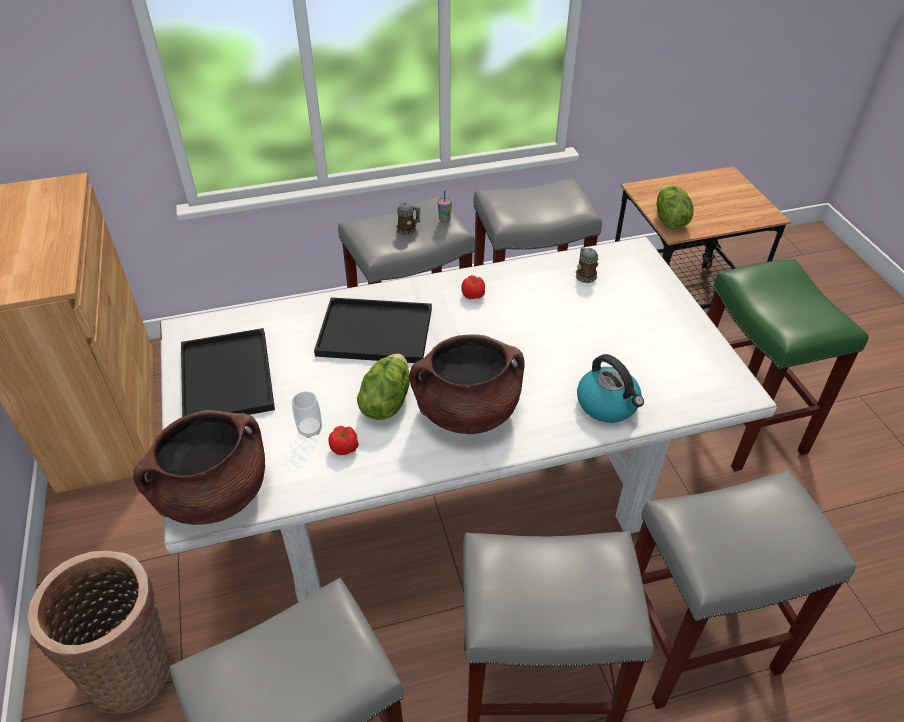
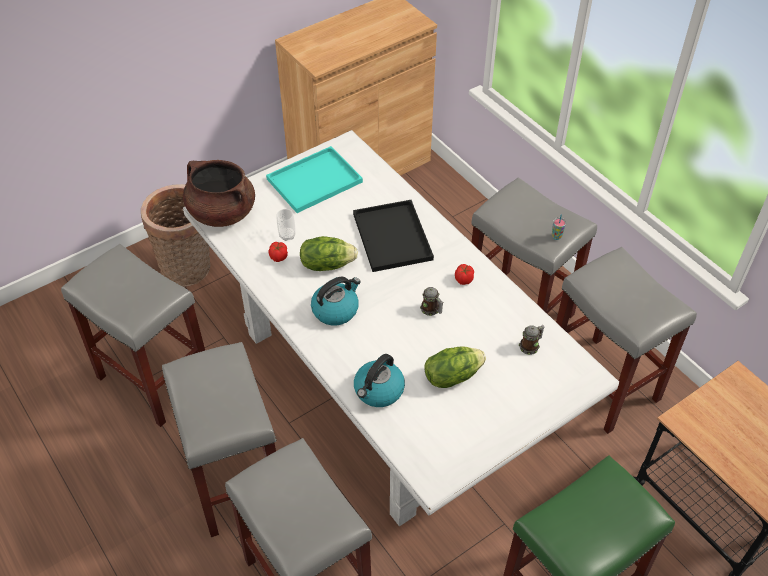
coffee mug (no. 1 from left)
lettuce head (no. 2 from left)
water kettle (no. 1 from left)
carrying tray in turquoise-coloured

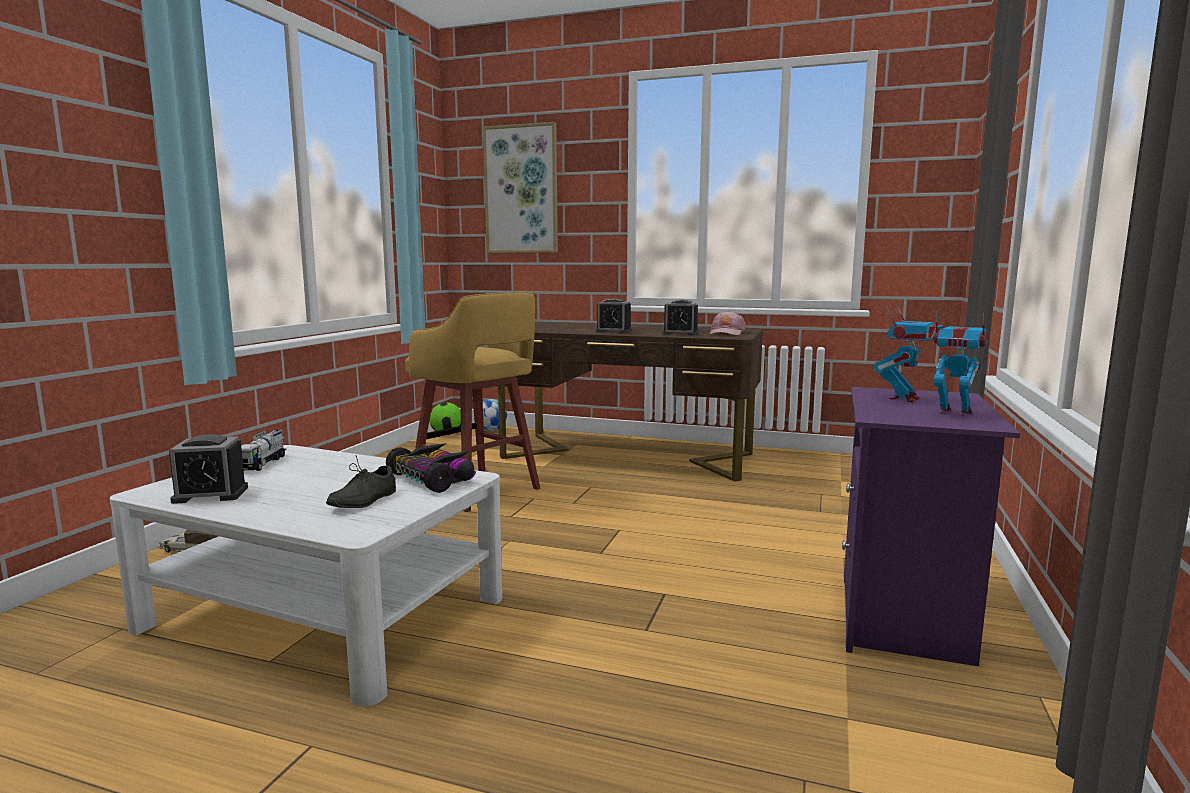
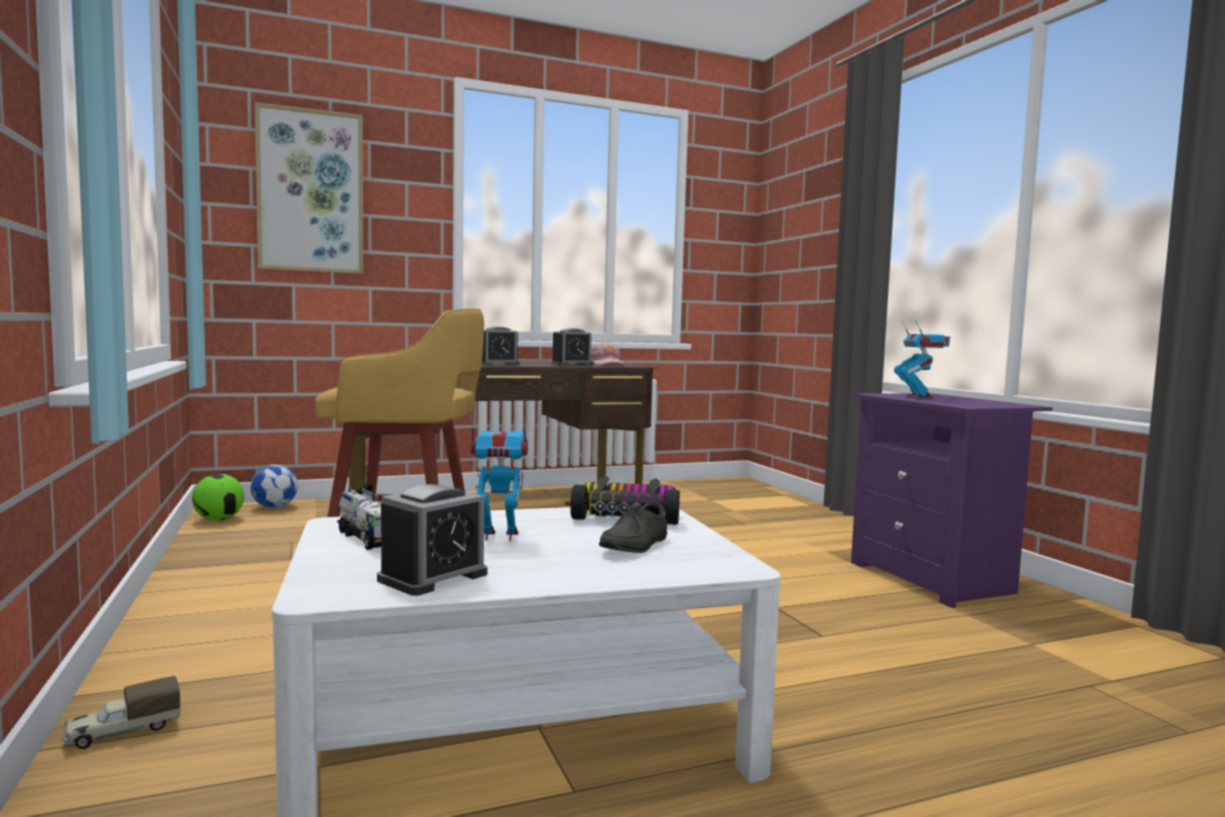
robot figure (no. 1 from left)
item of footwear in gray

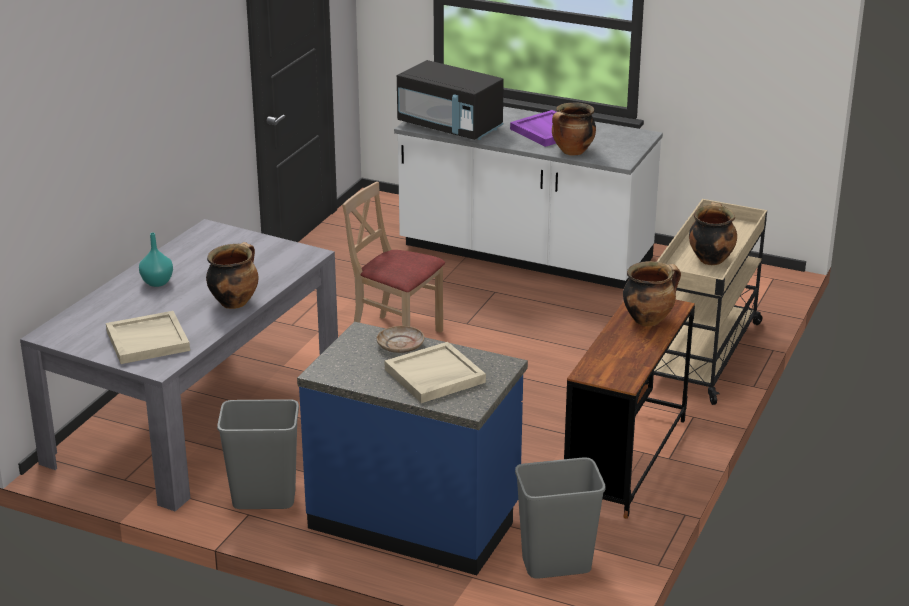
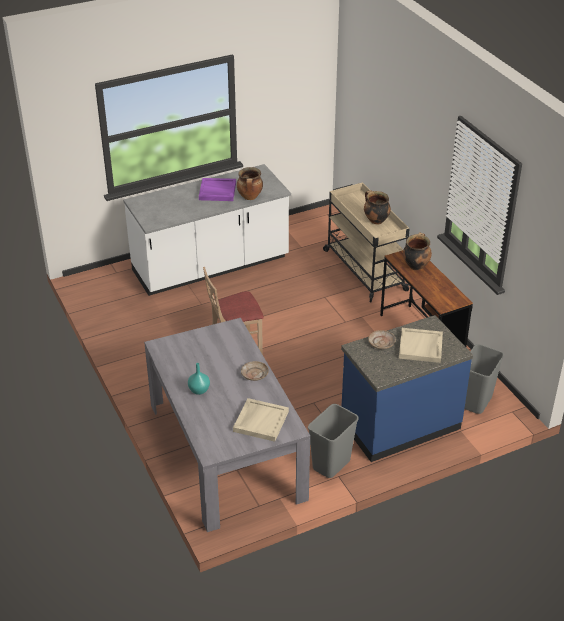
kitchen microwave in black-coloured
flat dish in sand-coloured (no. 1 from left)

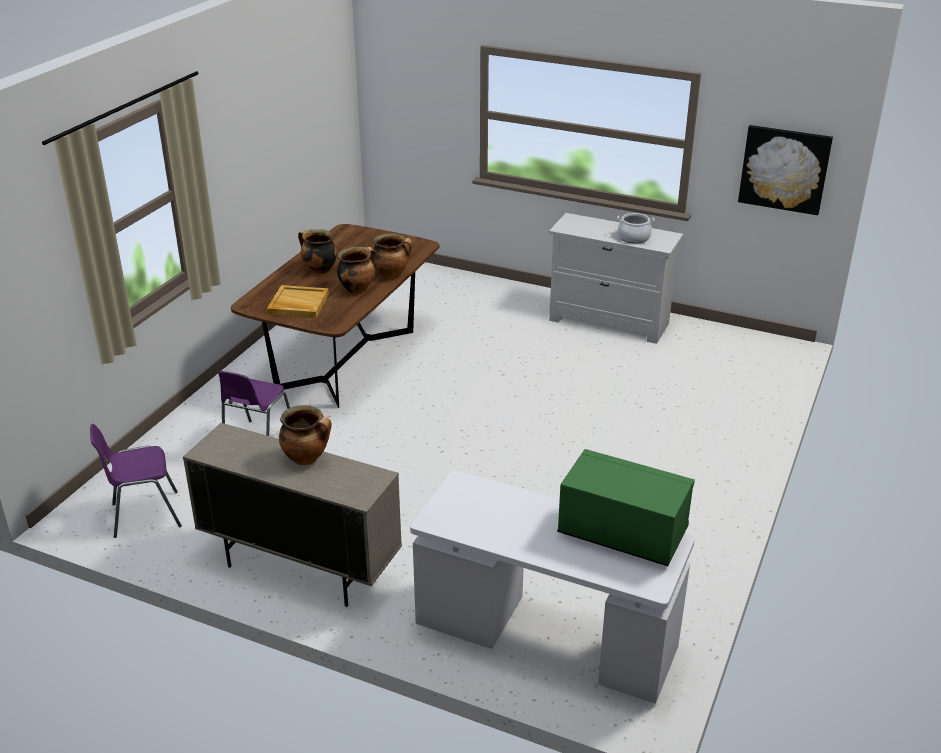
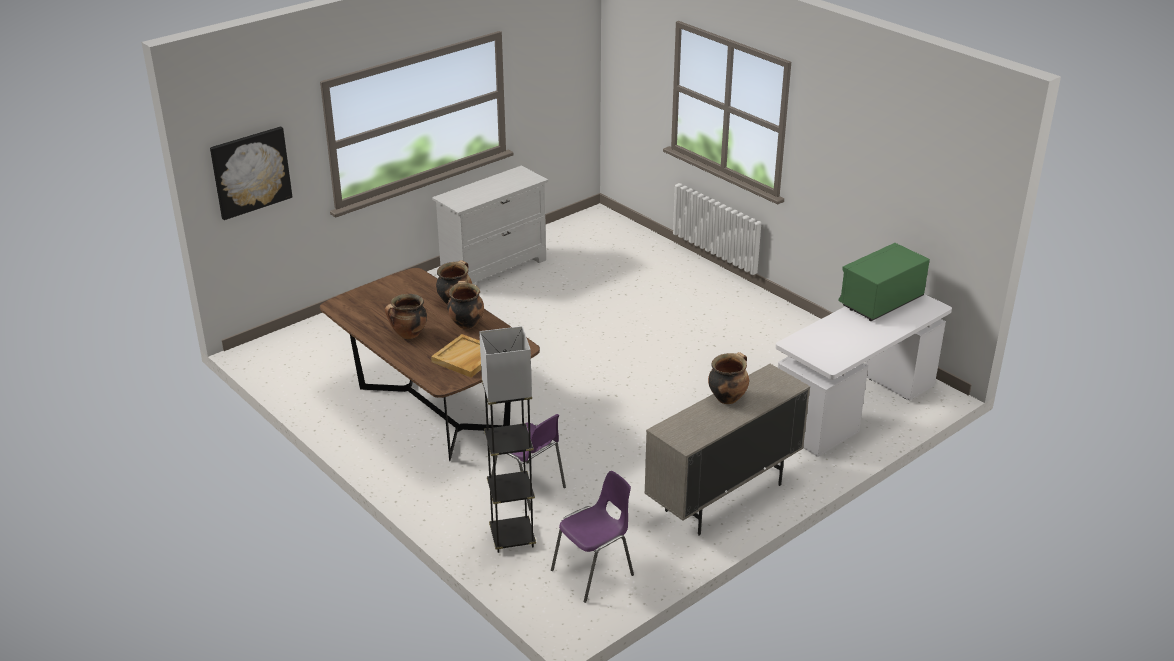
cooking pot (no. 5 from left in the first image)
floor lamp in gray
picture
upright chair in purple-coloured (no. 2 from left)

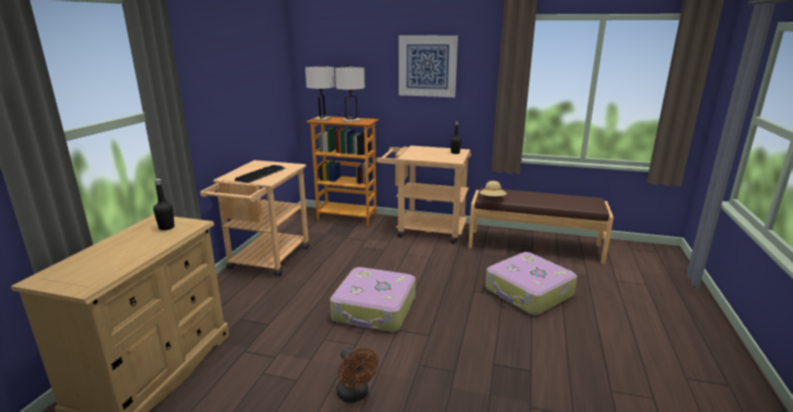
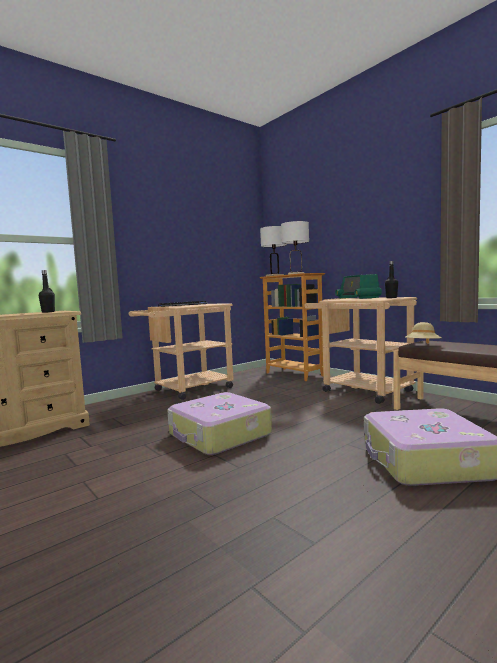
electric fan in brown
picture
radio

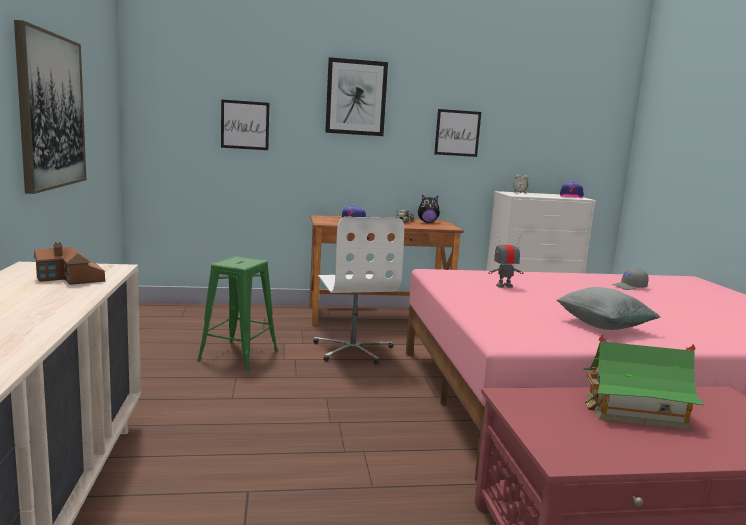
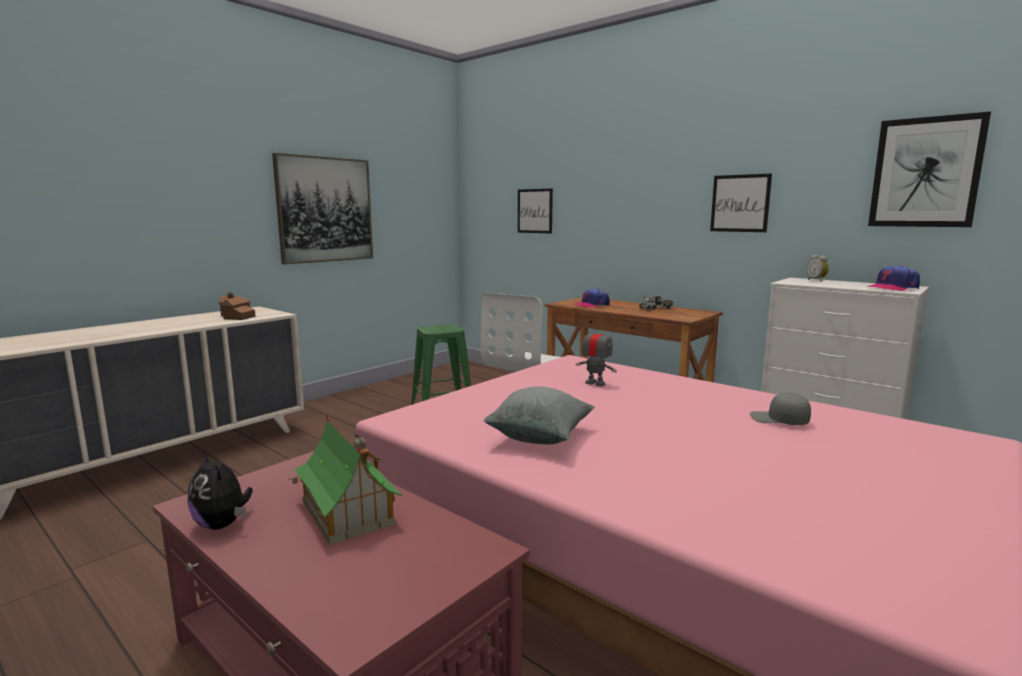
picture (no. 4 from left)
soft toy

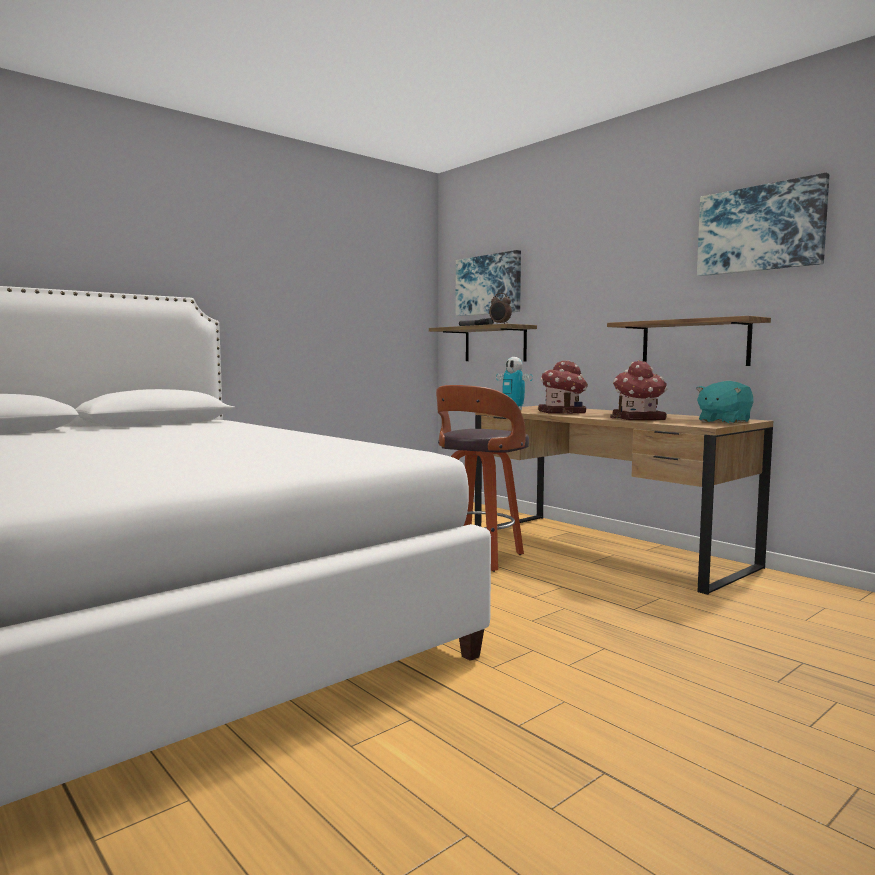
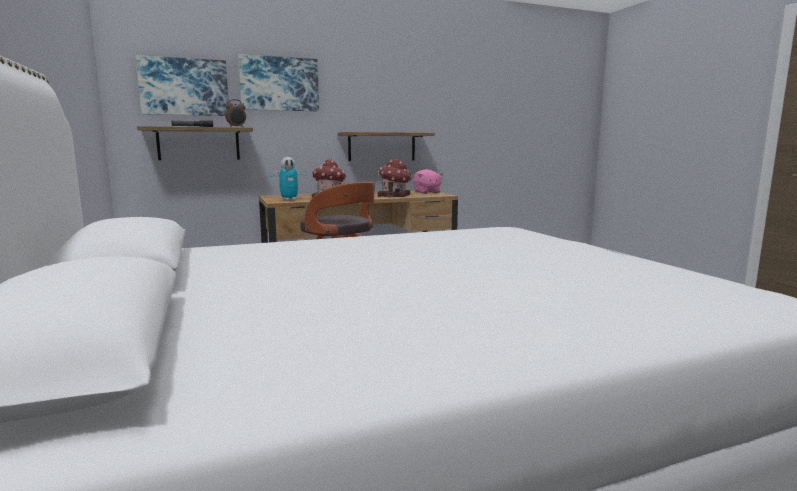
picture (no. 2 from left)
soft toy in pink-coloured

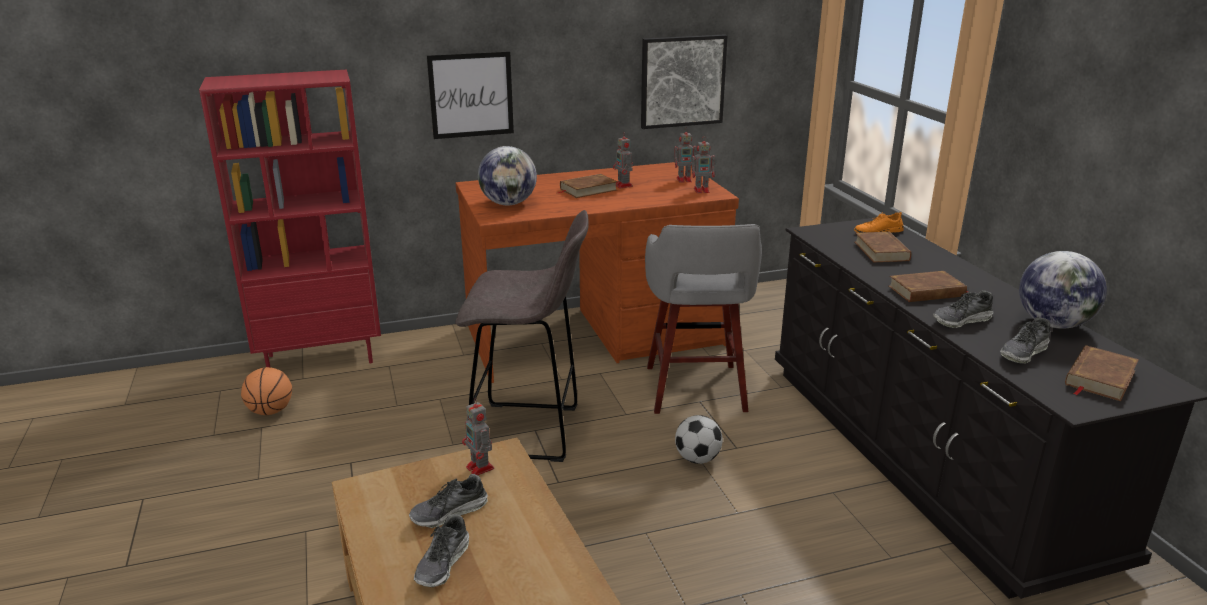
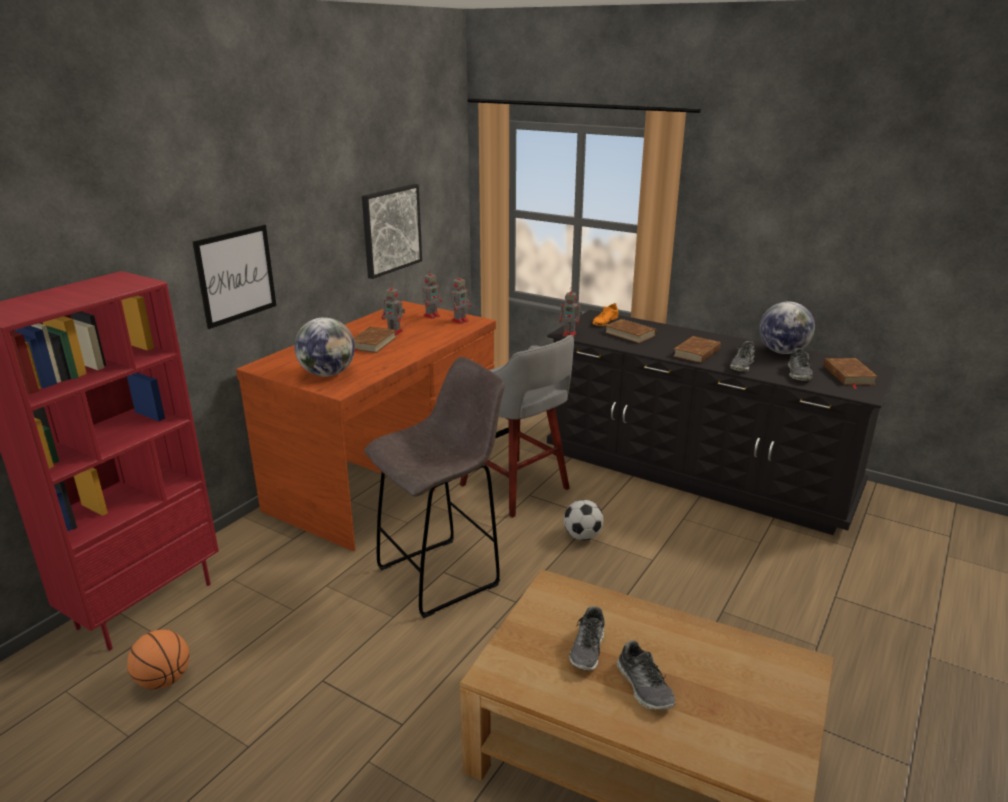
robot figure (no. 4 from left)

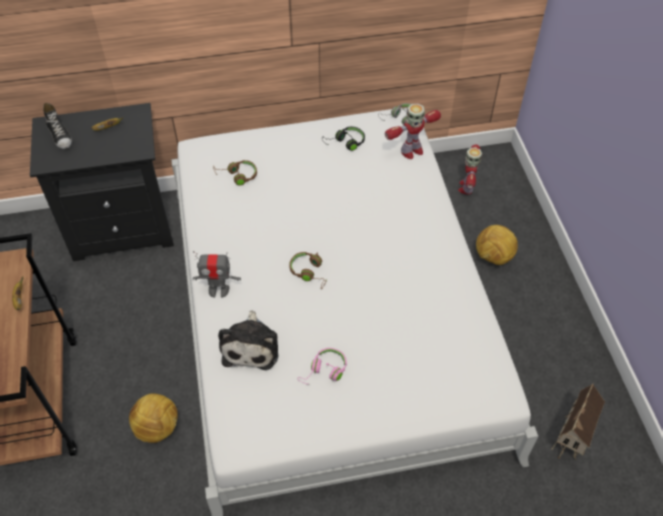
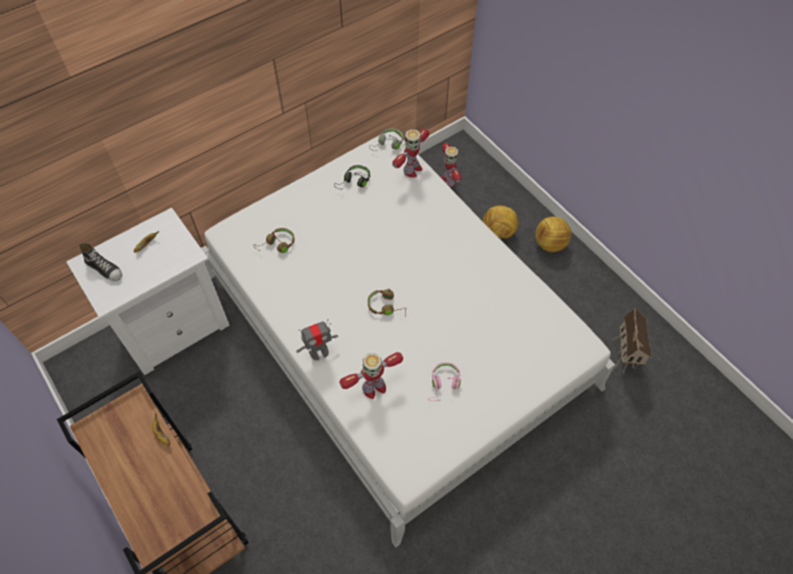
football (no. 2 from left)
robot figure (no. 2 from left)
bedside table in white

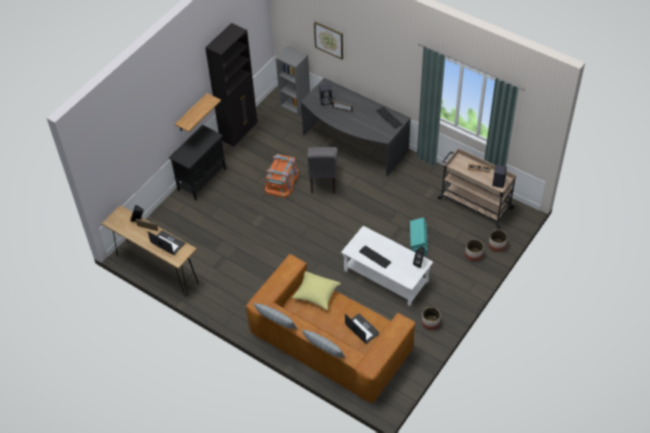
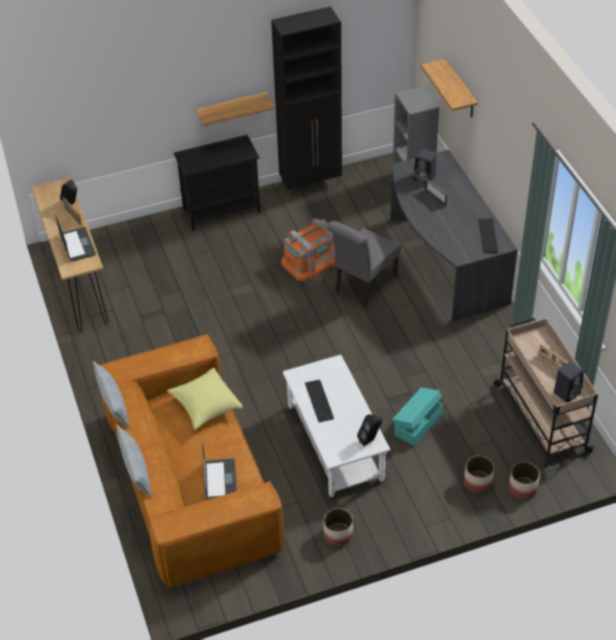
shelf (no. 2 from left)

